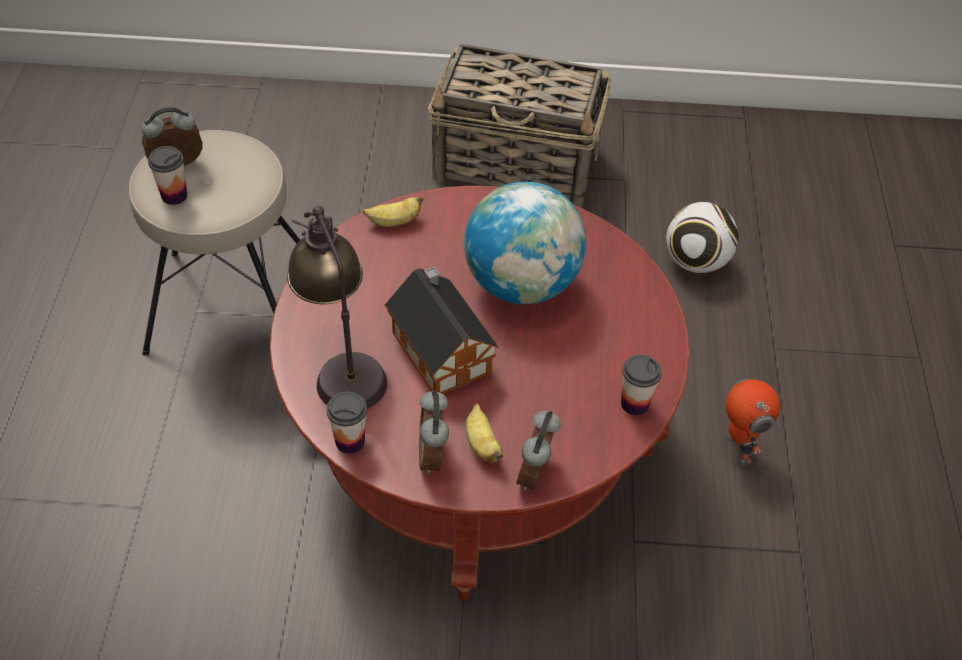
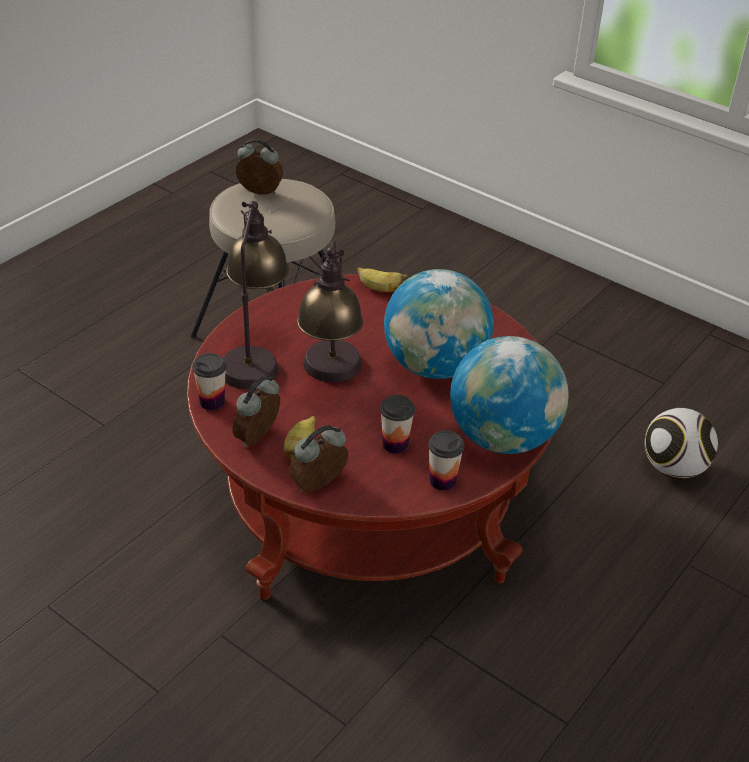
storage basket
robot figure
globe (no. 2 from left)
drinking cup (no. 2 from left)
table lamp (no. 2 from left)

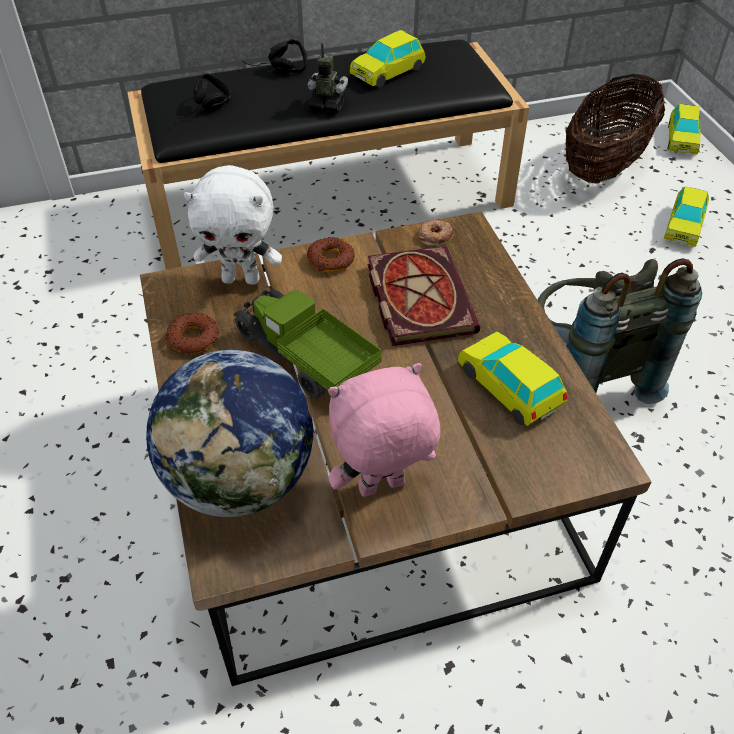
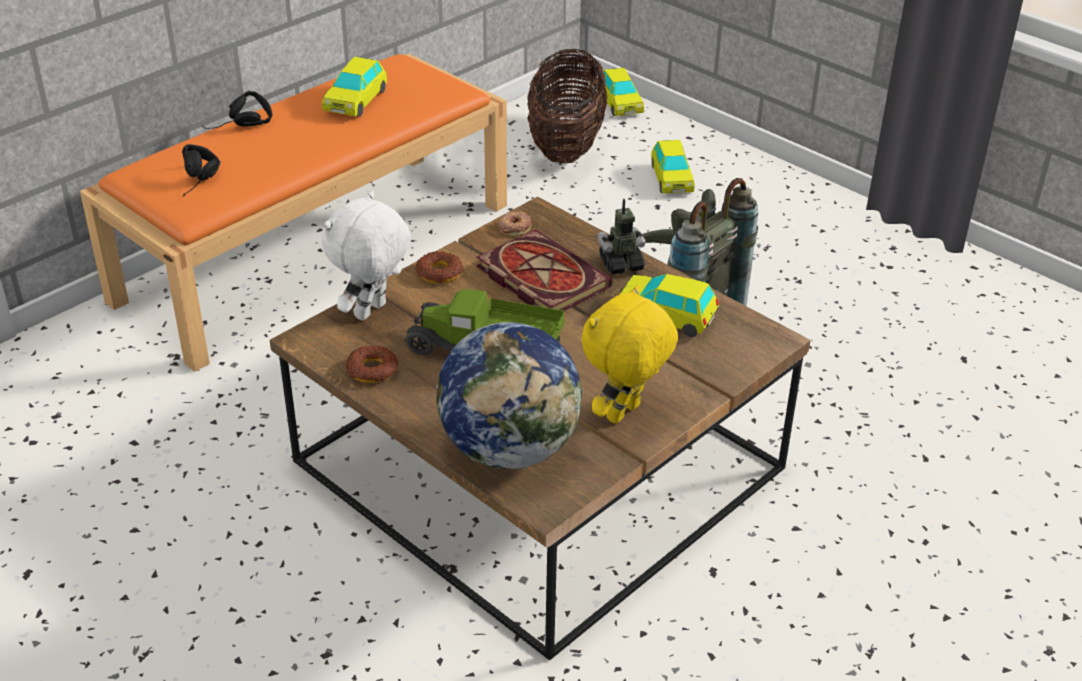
robot figure
indoor bench in orange-coloured
soft toy in yellow
soft toy in white

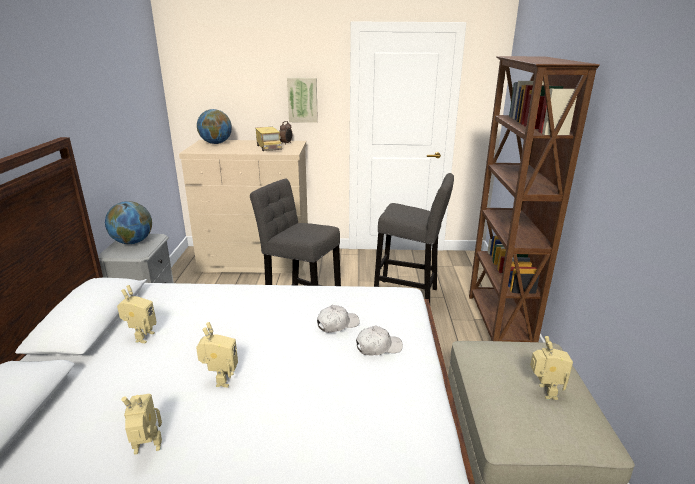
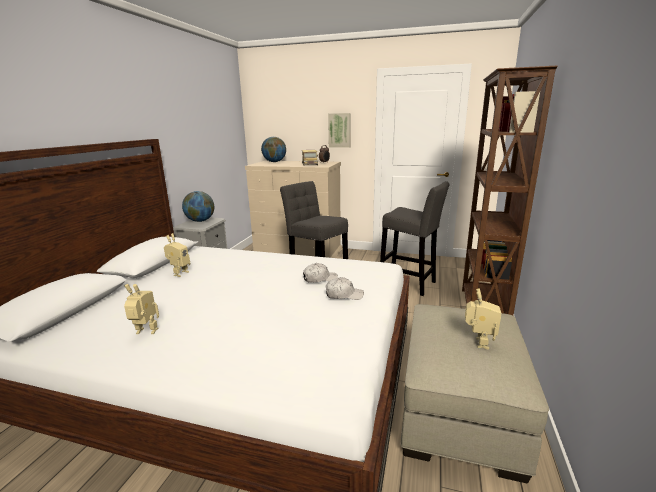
robot figure (no. 3 from left in the first image)

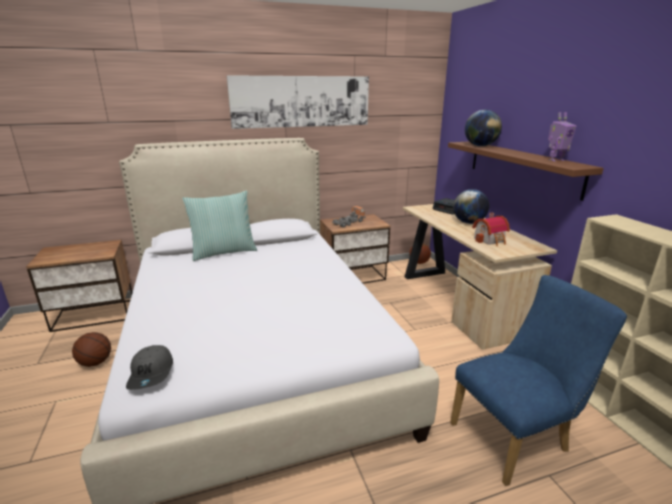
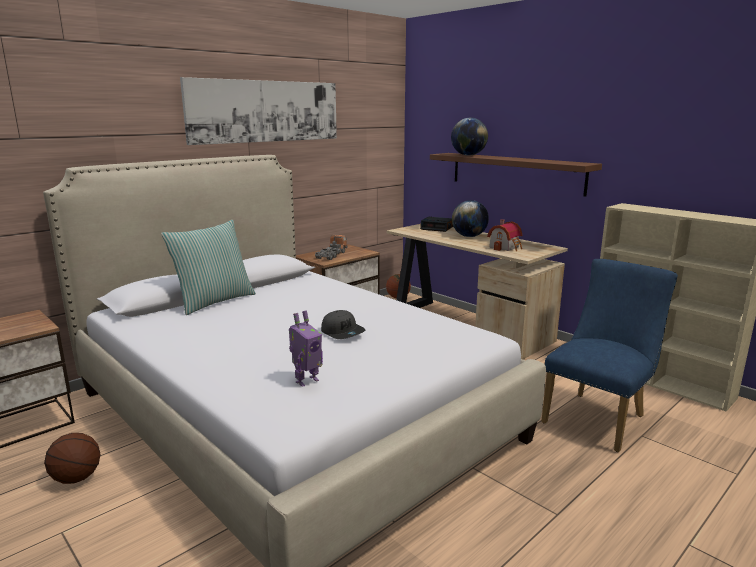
cap in gray
robot figure

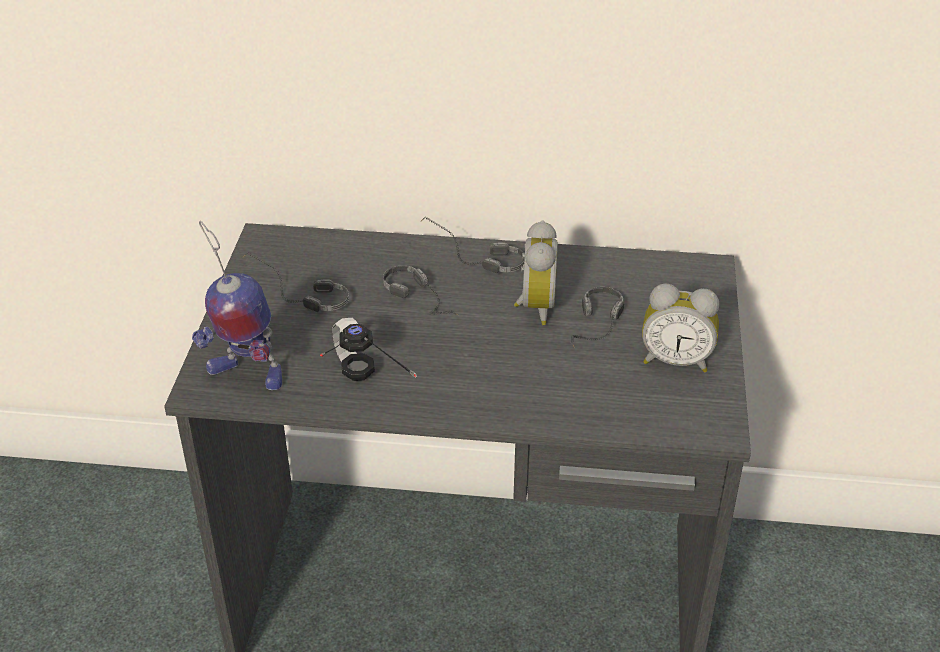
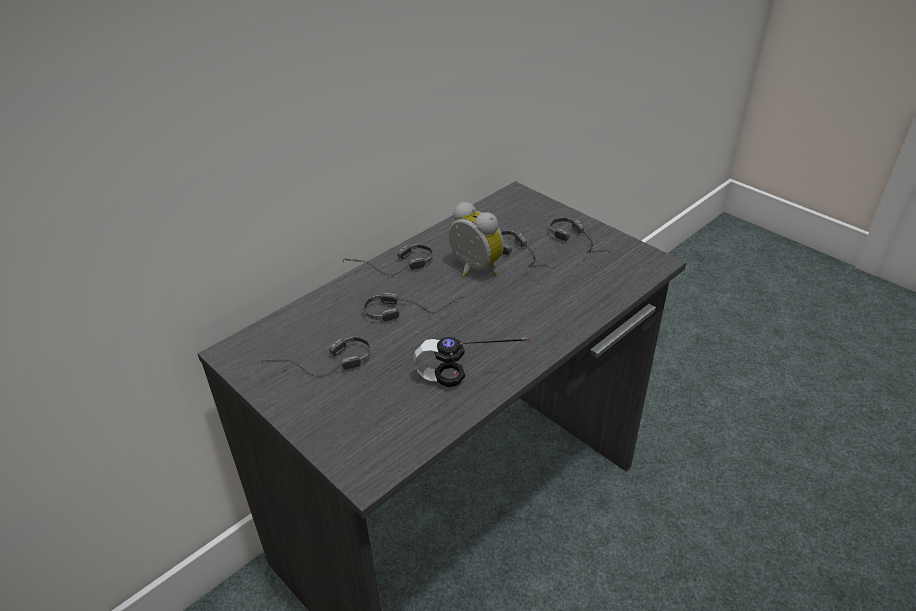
robot figure
headphones (no. 6 from left)

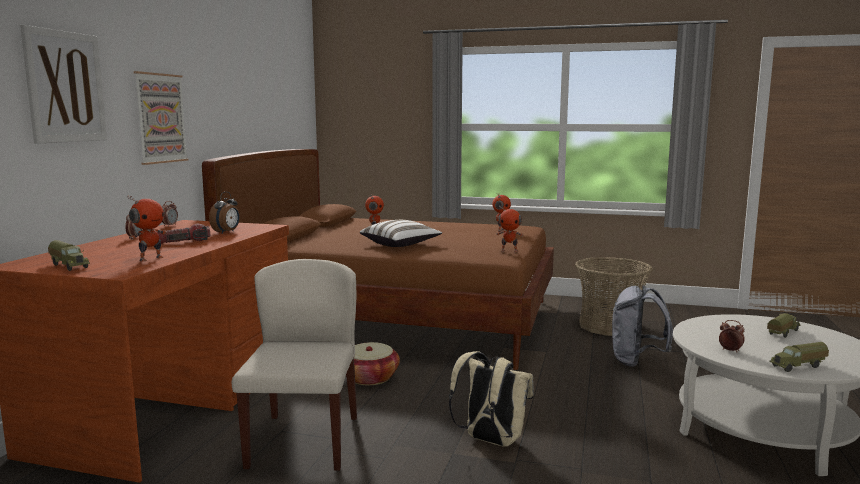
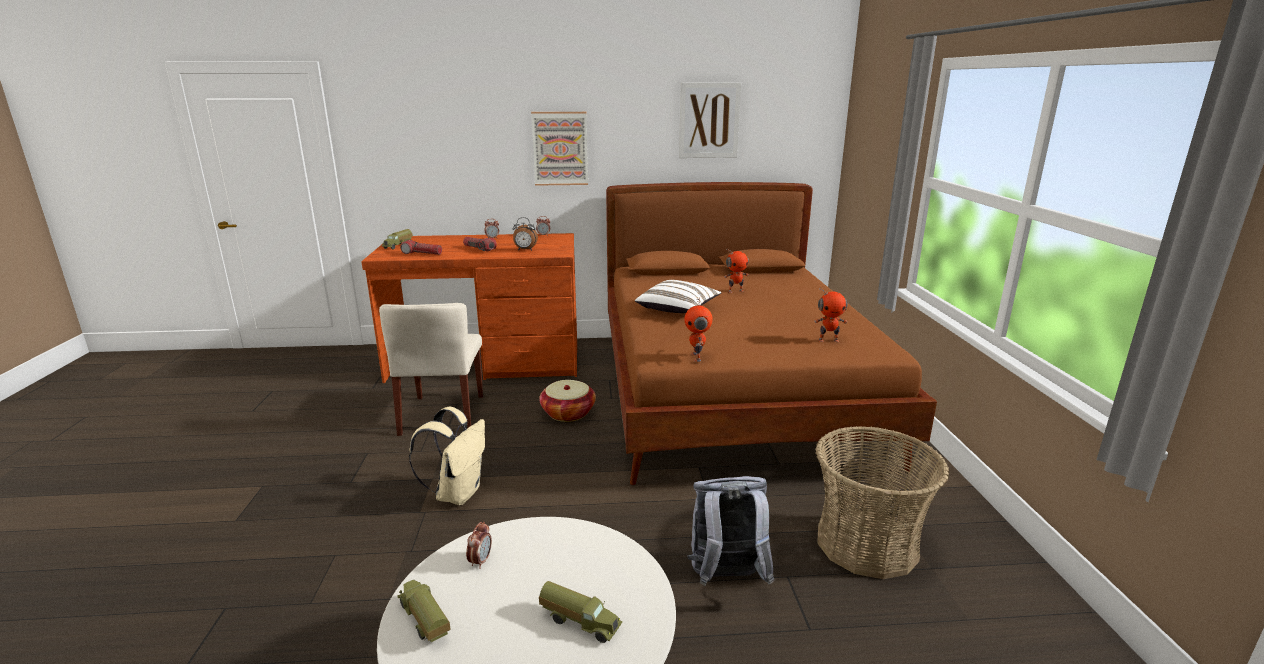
picture (no. 2 from left)
flashlight (no. 1 from left)
upright chair in sand-coloured

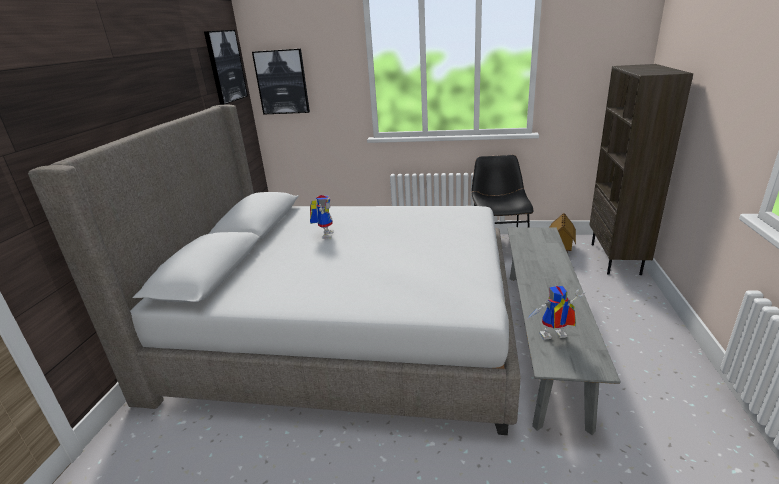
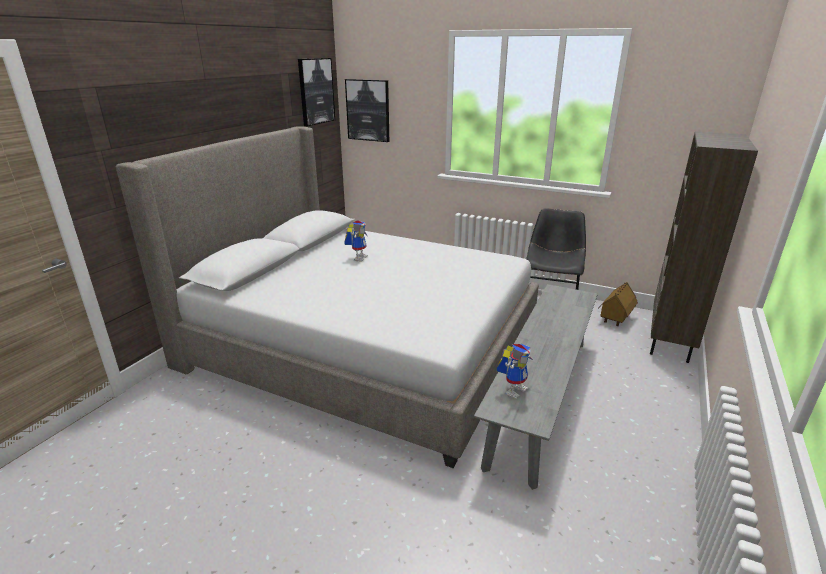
robot figure (no. 2 from left)

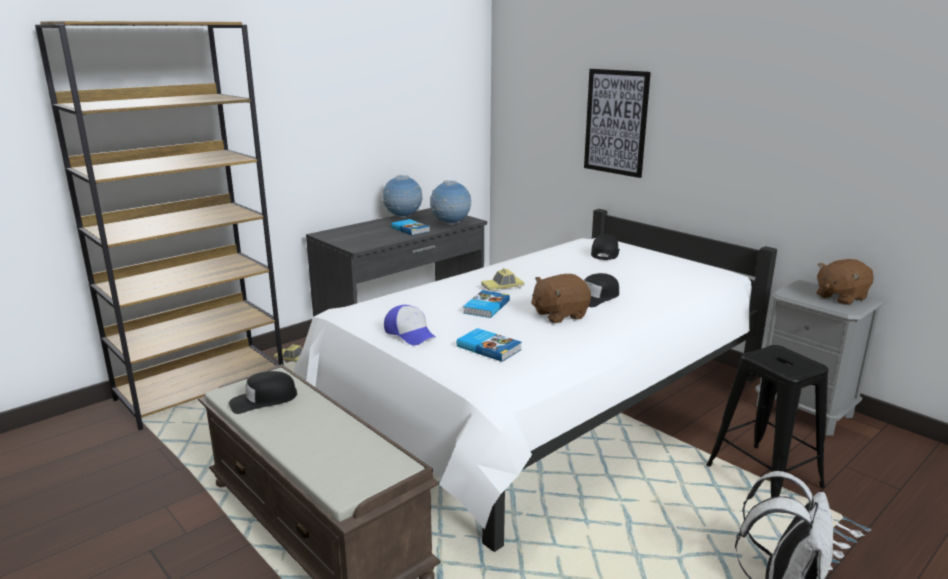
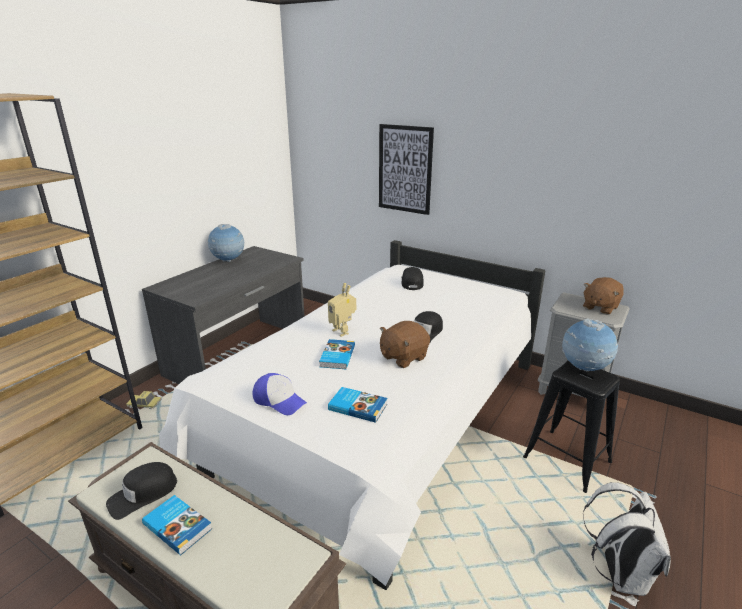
volume (no. 1 from left)
globe (no. 2 from left)
robot figure

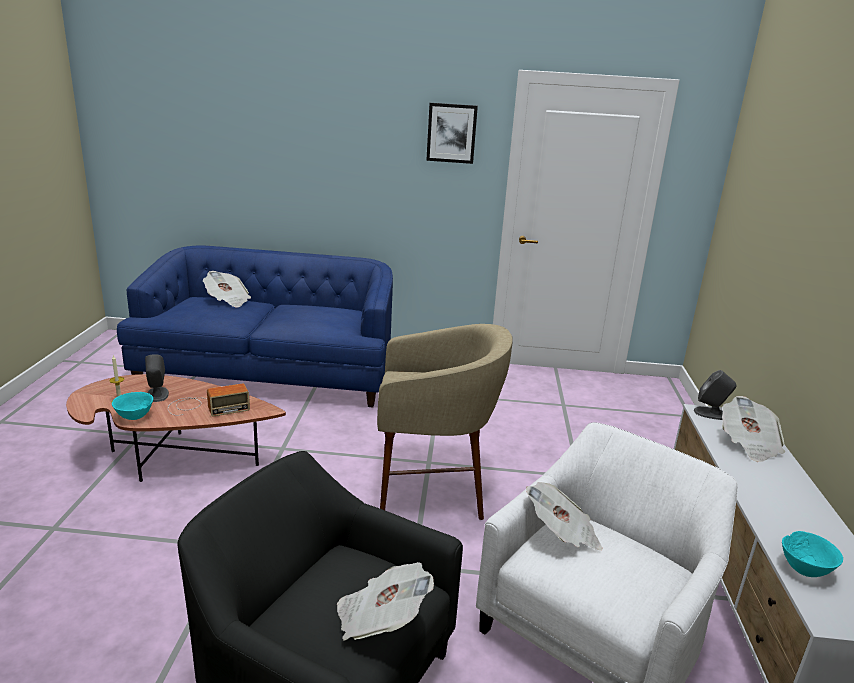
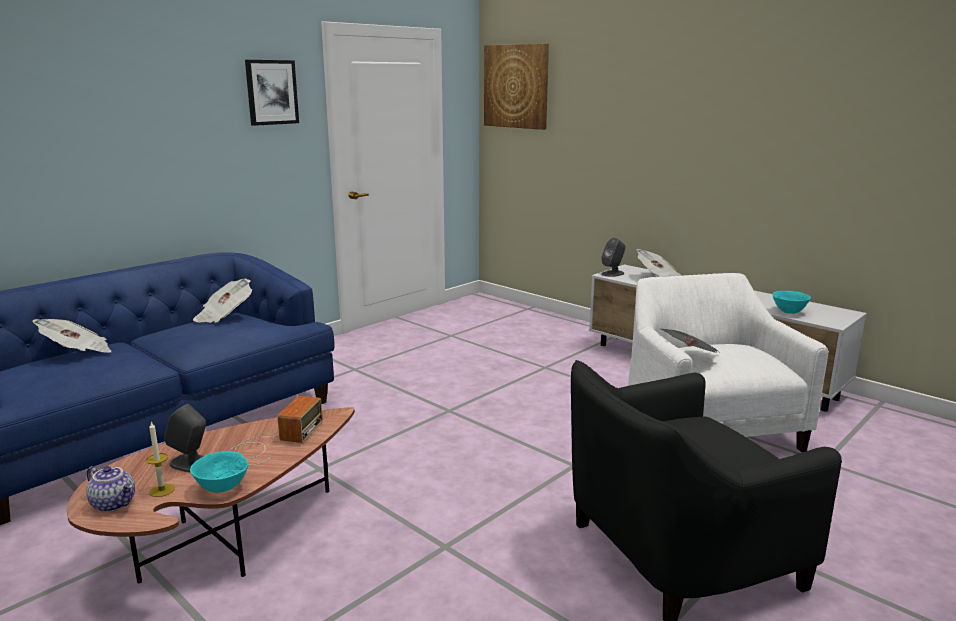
sitting stool in sand-coloured
tea pot
picture (no. 2 from left)
daily paper (no. 2 from left)

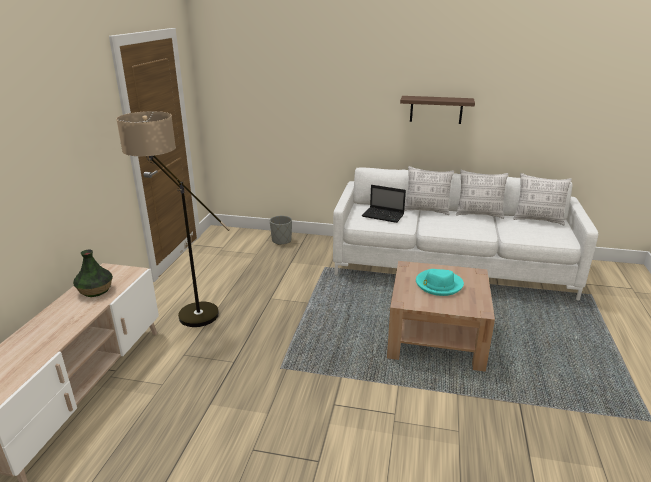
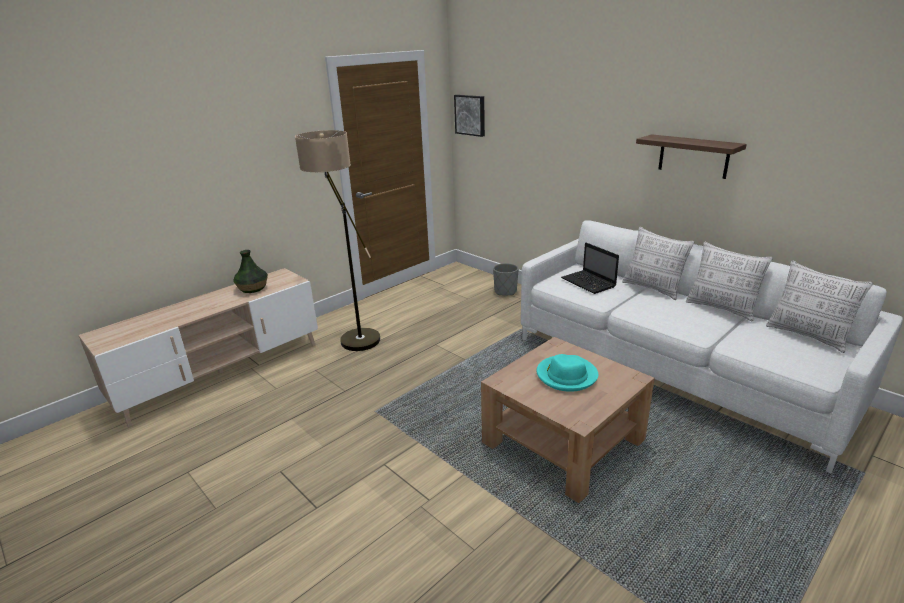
picture

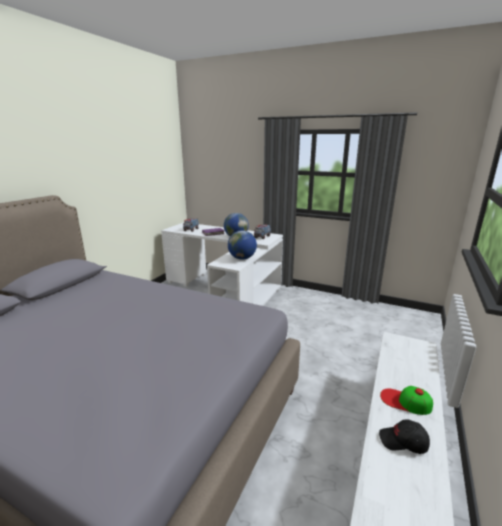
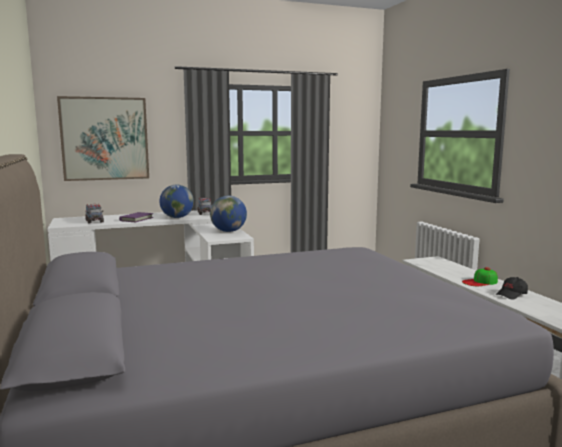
picture

